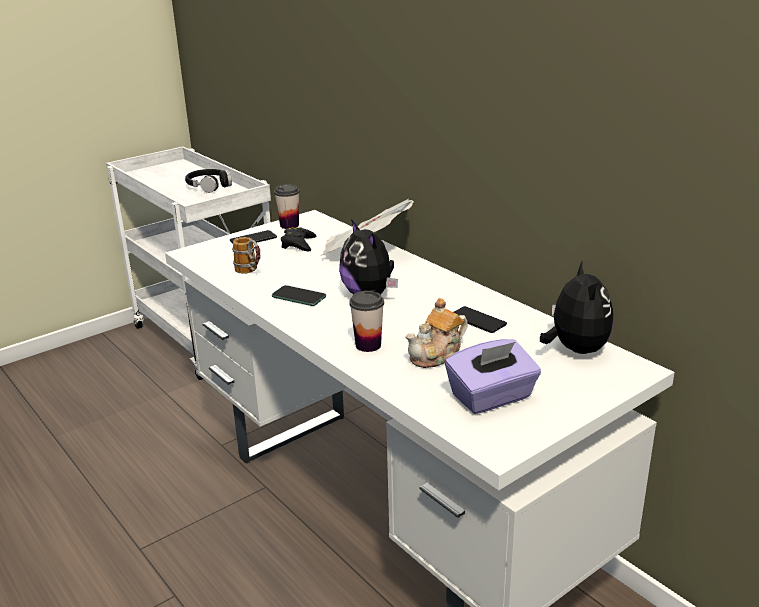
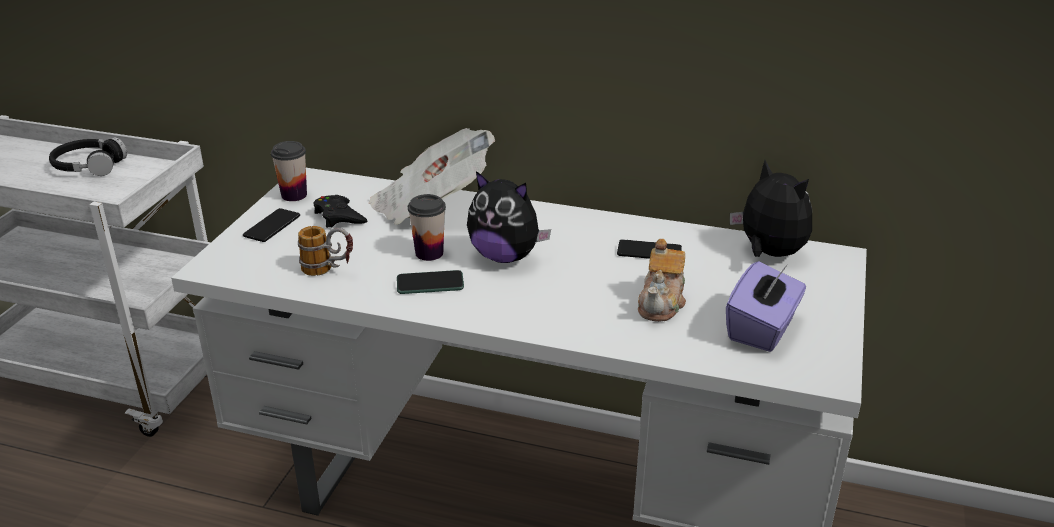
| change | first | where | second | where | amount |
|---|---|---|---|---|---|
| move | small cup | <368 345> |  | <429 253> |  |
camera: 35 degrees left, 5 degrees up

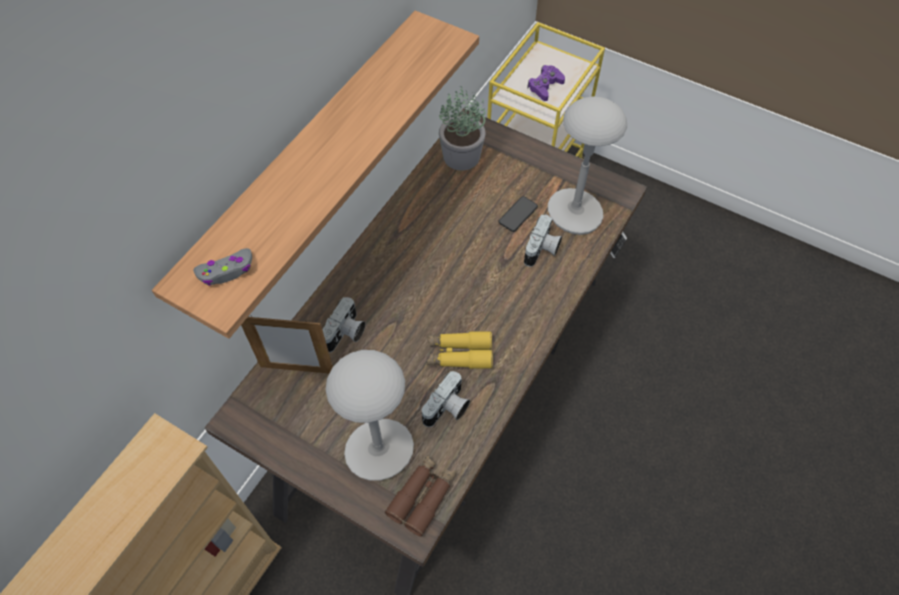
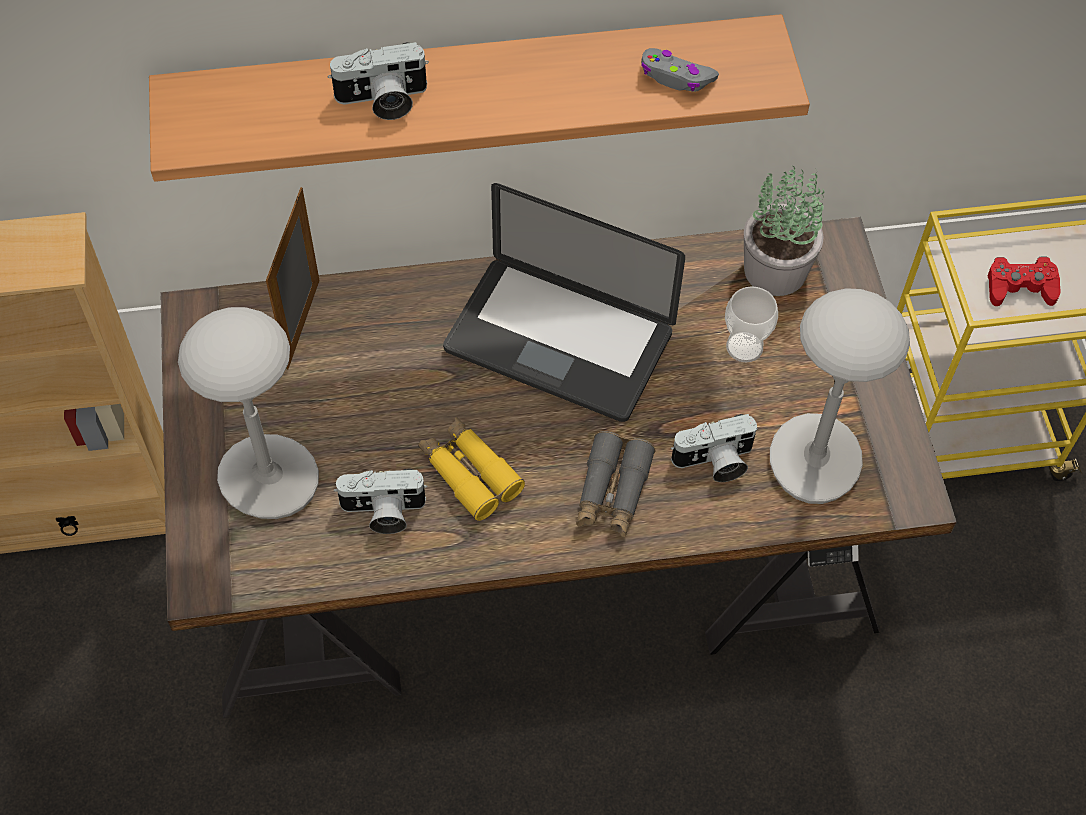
| change | first | where | second | where | amount |
|---|---|---|---|---|---|
| recolor | game controller (purple) | <545 86> | game controller (reddish) | <1019 287> |  |
| delete | telephone | <518 214> |  |  |  |
| move | game controller (greyish) | <226 271> |  | <676 77> |  |
| move | still camera | <346 334> |  | <382 101> |  |
| rotate | standing frame | <297 369> |  | <303 324> | 45 degrees clockwise |
| delete | pair of binoculars (brownish) | <423 496> |  |  |  |
| insert |  |  | portable computer | <558 341> |  |
| insert |  |  | small cup | <744 347> |  |
| insert |  |  | pair of binoculars (greyish) | <612 492> |  |
camera: 50 degrees right, 0 degrees up

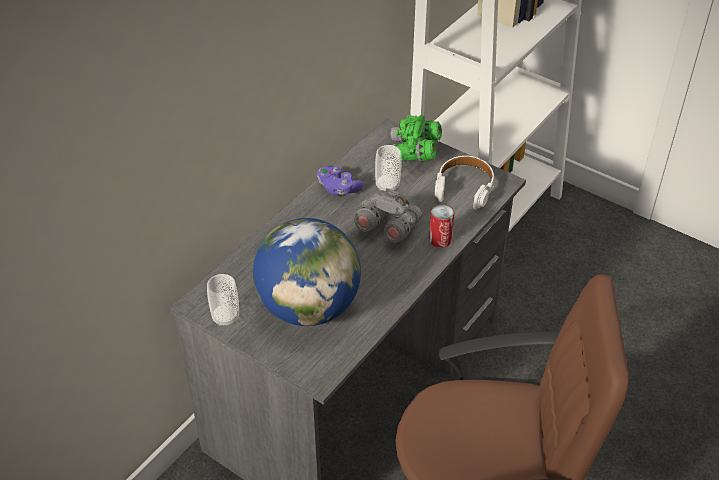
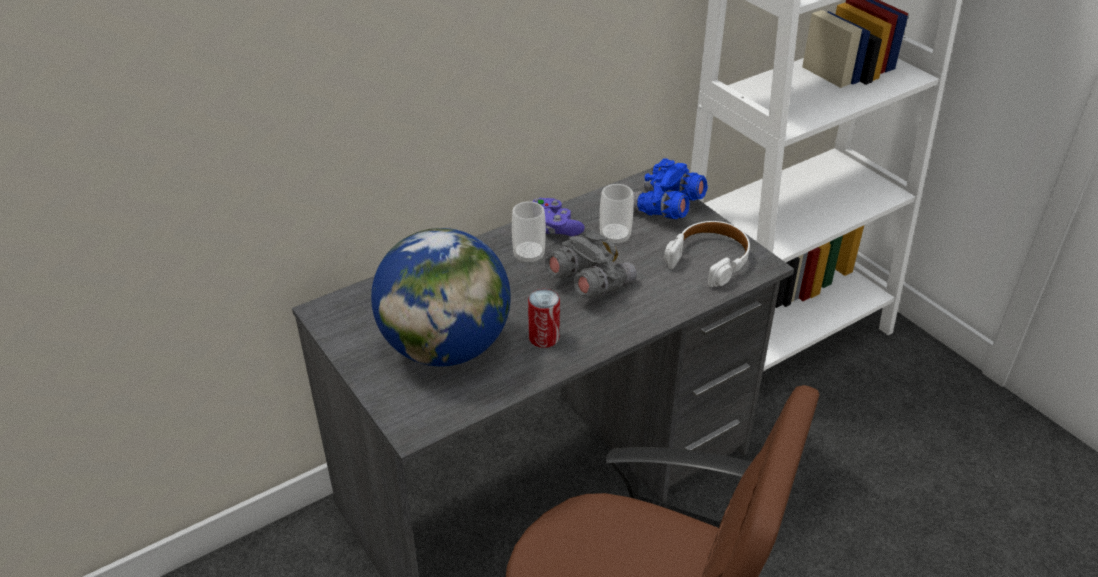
| change | first | where | second | where | amount |
|---|---|---|---|---|---|
| recolor | pair of binoculars (green) | <413 153> | pair of binoculars (bluish) | <665 209> |  |
| move | sealed can | <440 240> |  | <544 338> |  |
| move | small cup | <225 317> |  | <529 256> |  |
camera: 20 degrees right, 5 degrees down

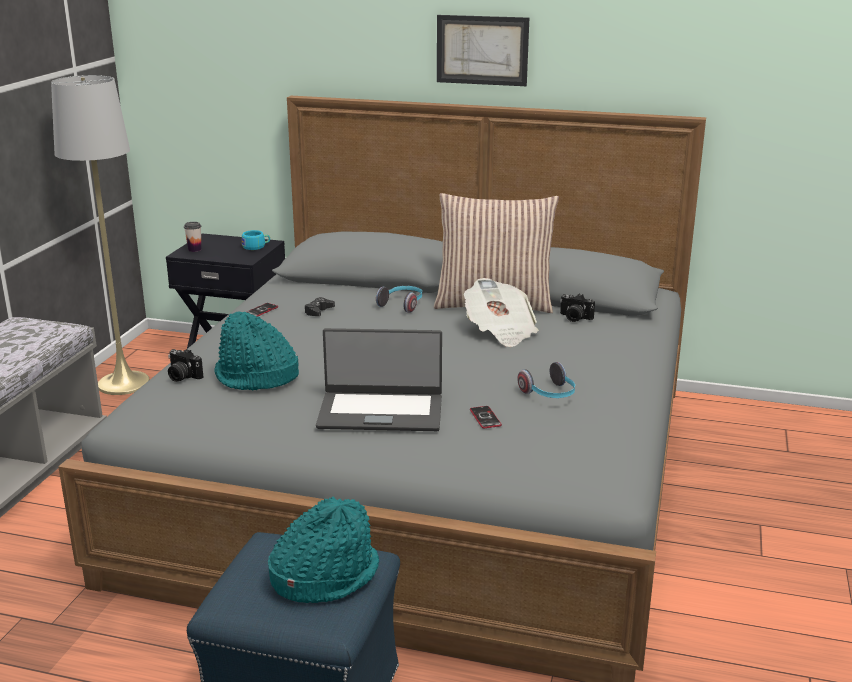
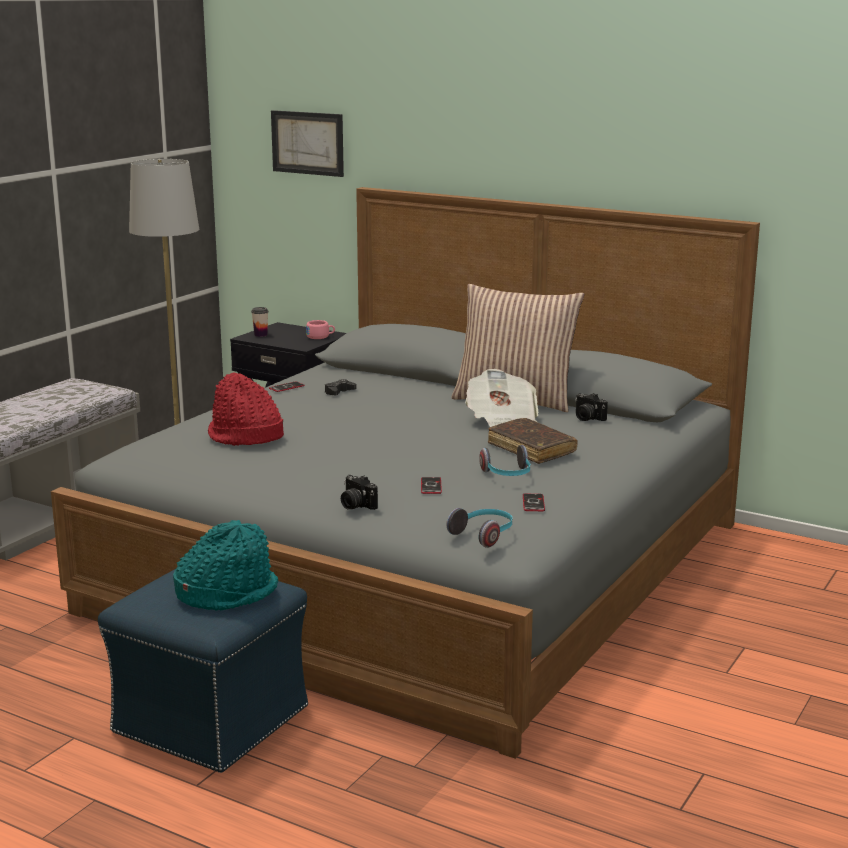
| change | first | where | second | where | amount |
|---|---|---|---|---|---|
| move | picture | <482 50> |  | <307 143> |  |
| recolor | small cup (turquoise) | <256 247> | small cup (pink) | <320 337> |  |
| move | pair of headphones | <402 305> |  | <484 535> |  |
| recolor | clothing hat (turquoise) | <256 377> | clothing hat (reddish) | <245 436> |  |
| delete | portable computer | <380 411> |  |  |  |
| move | still camera | <182 376> |  | <356 505> |  |
| insert |  |  | book (brownish) | <531 449> |  |
| insert |  |  | telephone | <533 503> |  |
camera: 15 degrees right, 5 degrees down

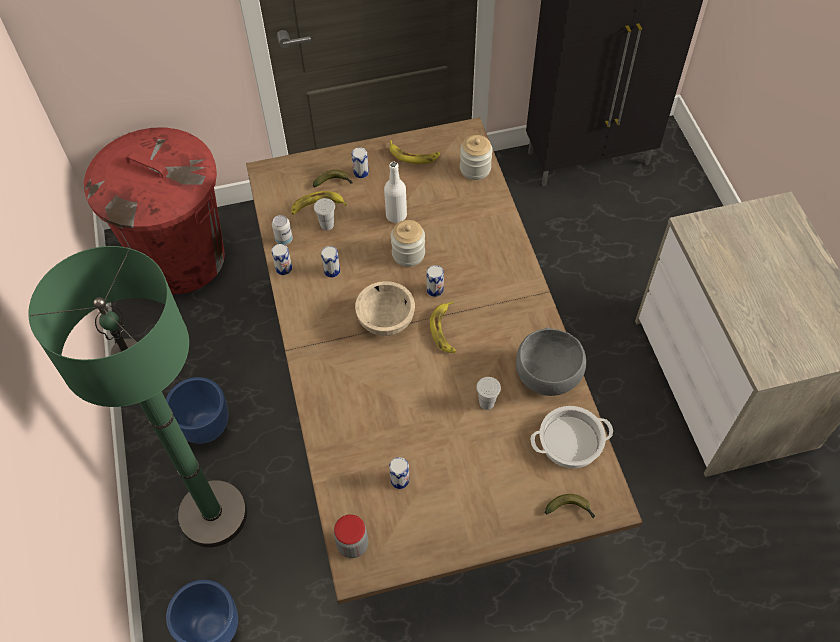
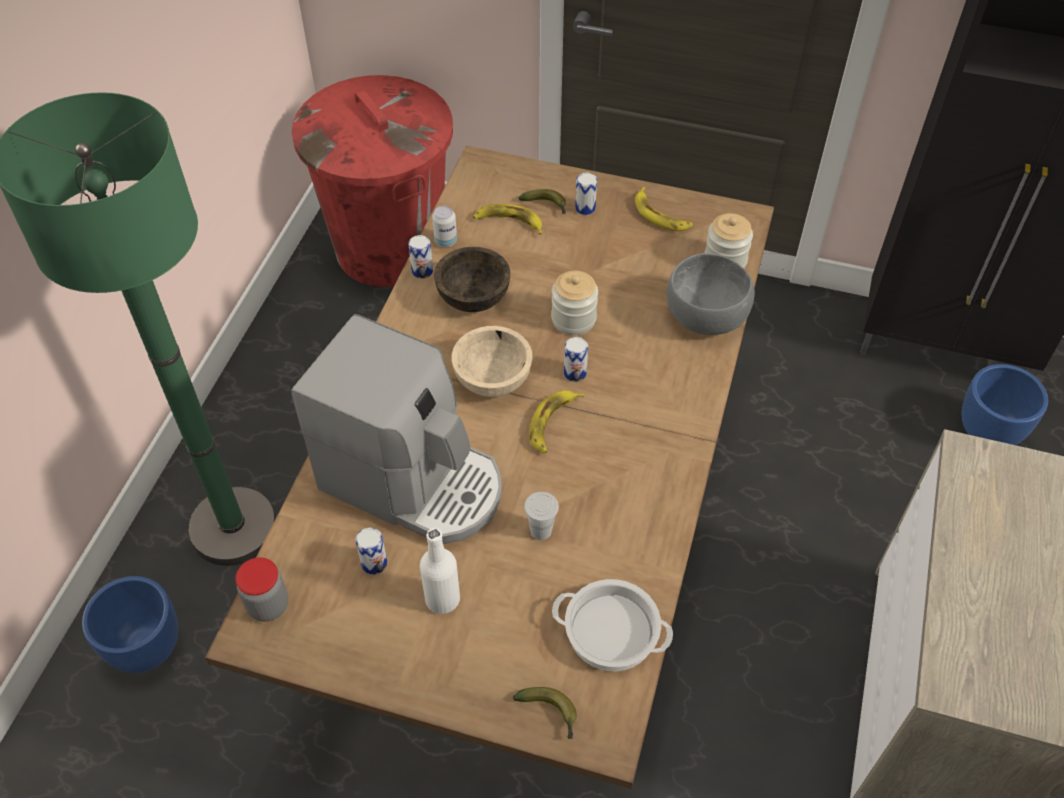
| change | first | where | second | where | amount |
|---|---|---|---|---|---|
| move | drink bottle (whitish) | <396 215> |  | <442 599> |  |
| delete | small cup (whitish) | <327 225> |  |  |  |
| replace | sealed can | <332 271> | bowl (brownish) | <473 297> |  |
| move | bowl (greyish) | <548 375> |  | <706 317> |  |
| move | planter (bluish) | <204 427> |  | <987 432> |  |
| insert |  |  | coffee brewer | <414 482> |  |
camera: 30 degrees right, 5 degrees down

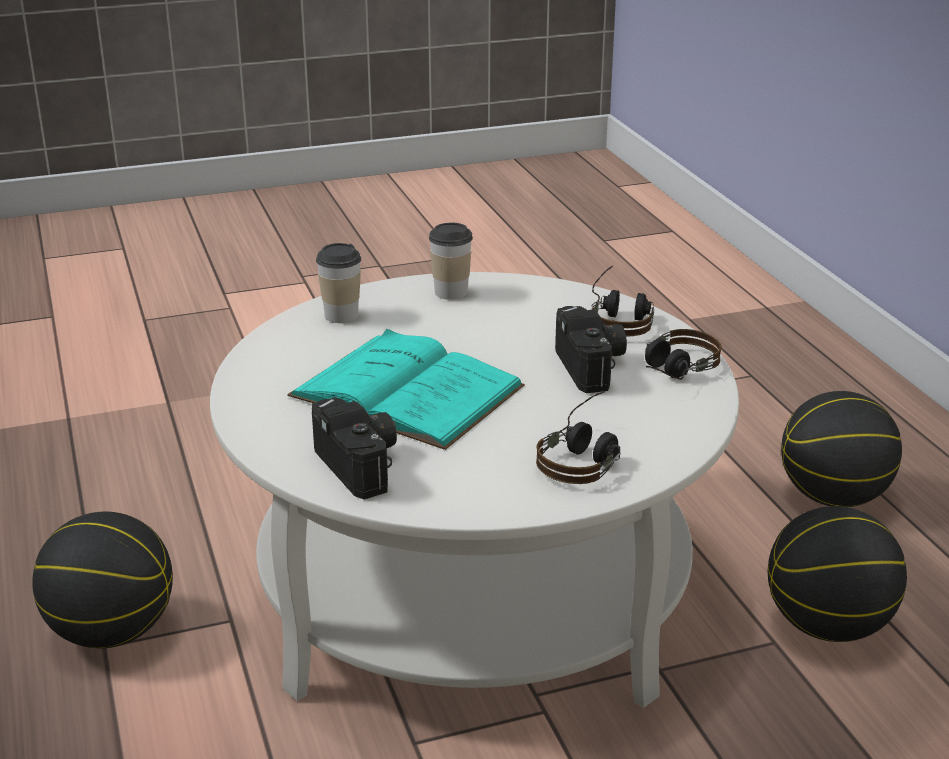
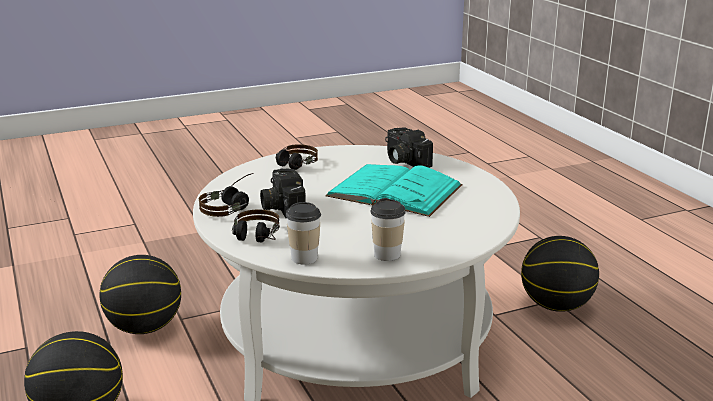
| change | first | where | second | where | amount |
|---|---|---|---|---|---|
| move | small cup | <341 315> |  | <304 258> |  |
camera: 175 degrees right, 5 degrees down

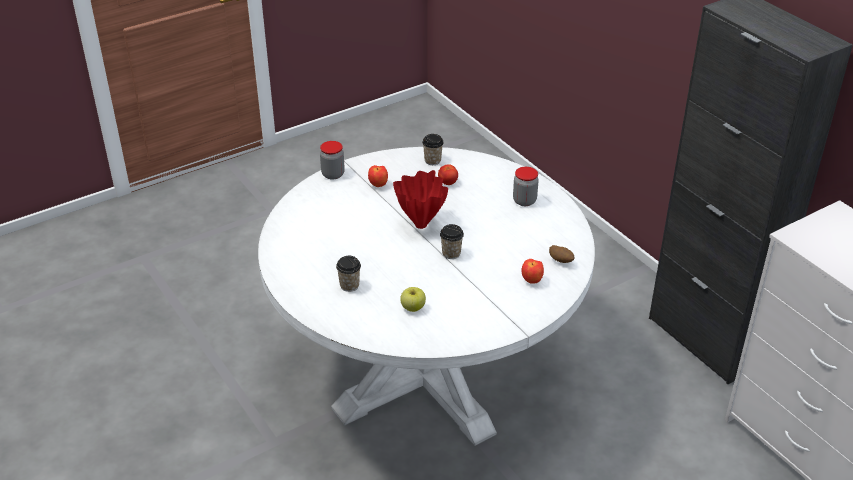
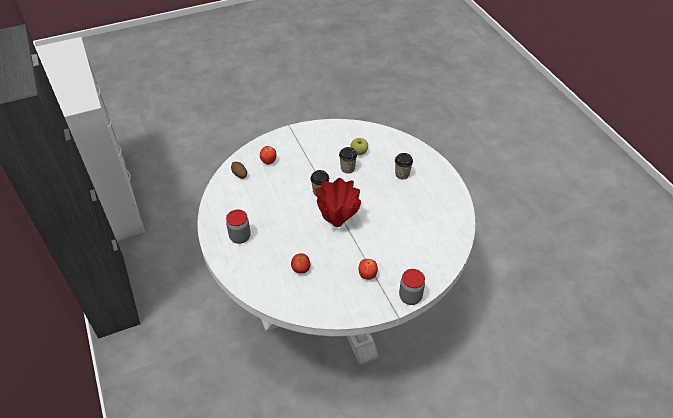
| change | first | where | second | where | amount |
|---|---|---|---|---|---|
| move | small cup | <432 161> |  | <347 168> |  |
camera: 170 degrees left, 10 degrees up

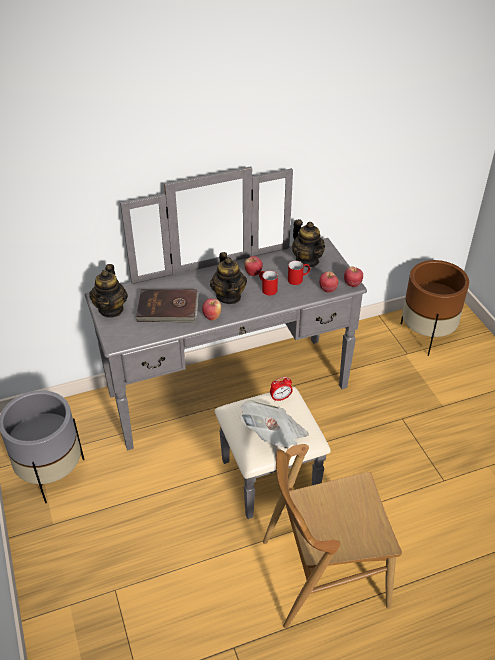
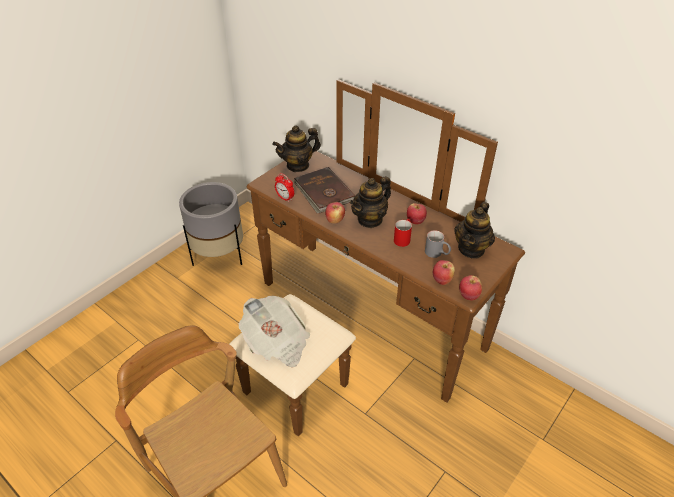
| change | first | where | second | where | amount |
|---|---|---|---|---|---|
| recolor | dresser (greyish) | <238 409> | dresser (brownish) | <355 330> |  |
| delete | planter (brownish) | <426 335> |  |  |  |
| recolor | tea mug (reddish) | <298 279> | tea mug (greyish) | <437 254> |  |
| move | bedside clock | <280 398> |  | <285 198> |  |
camera: 60 degrees right, 0 degrees up

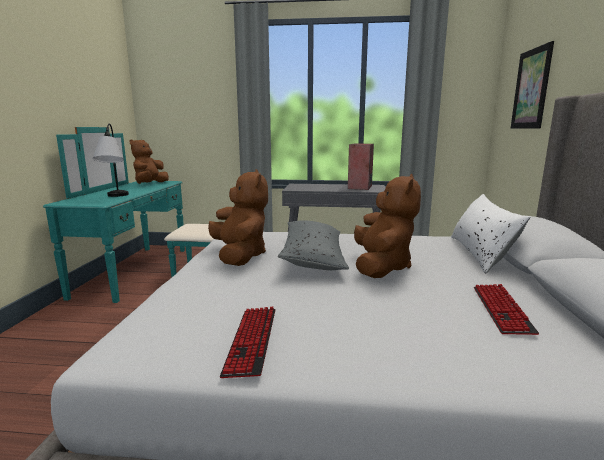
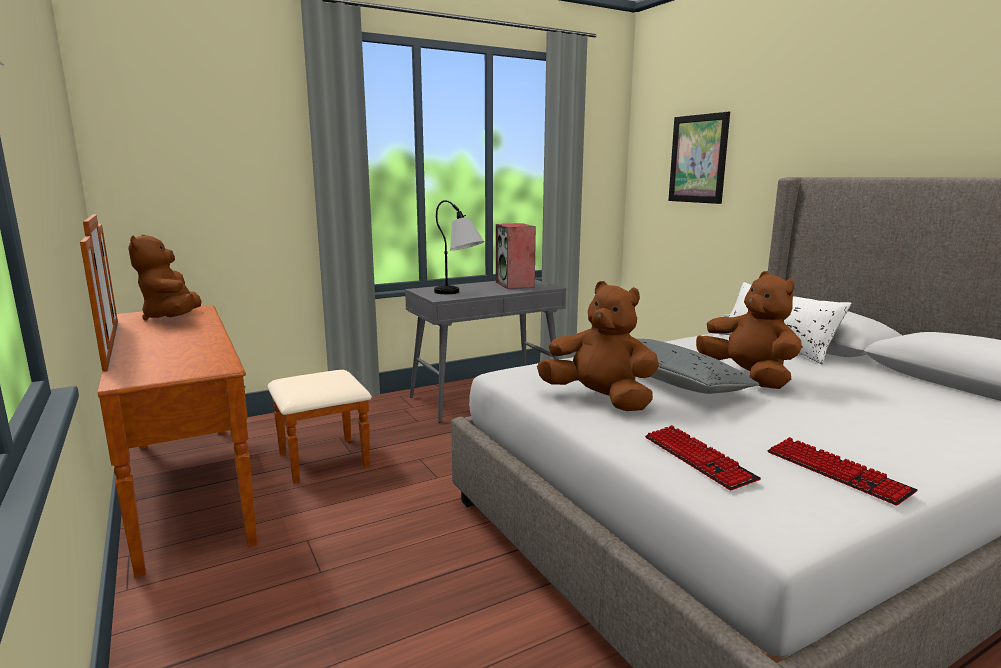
| change | first | where | second | where | amount |
|---|---|---|---|---|---|
| move | lamp for a table | <115 197> |  | <458 294> |  |
| recolor | dresser (turquoise) | <150 271> | dresser (brownish) | <223 480> |  |
| move | PC keyboard | <501 309> |  | <698 459> |  |
camera: 35 degrees left, 0 degrees up

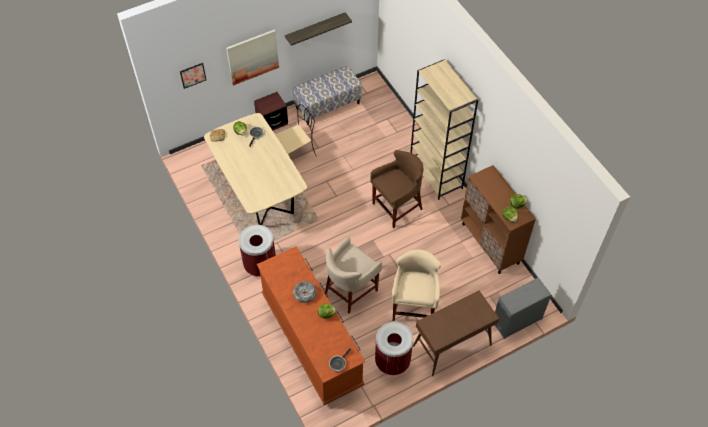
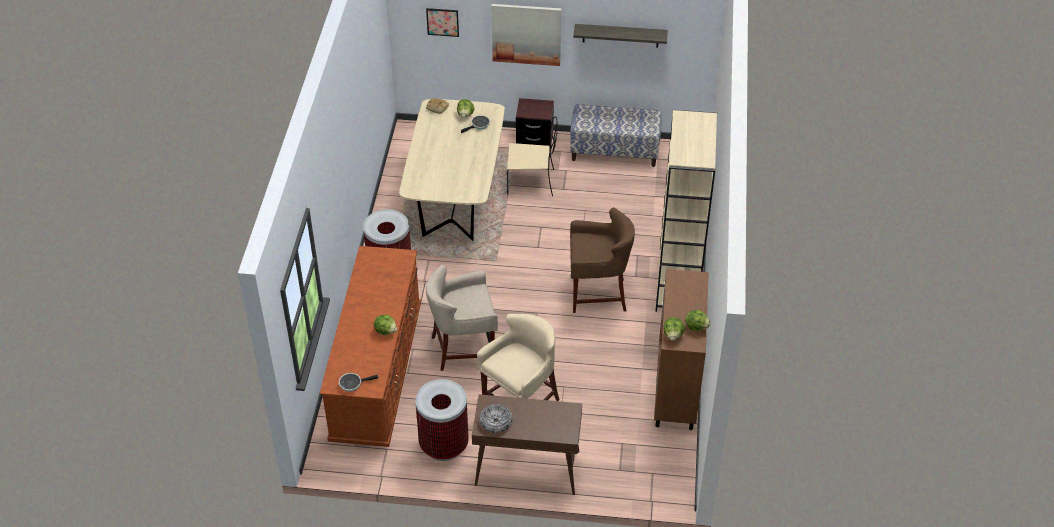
| change | first | where | second | where | amount |
|---|---|---|---|---|---|
| delete | dresser (greyish) | <516 320> |  |  |  |
| move | bowl | <305 293> |  | <495 422> |  |
camera: 35 degrees right, 10 degrees down

